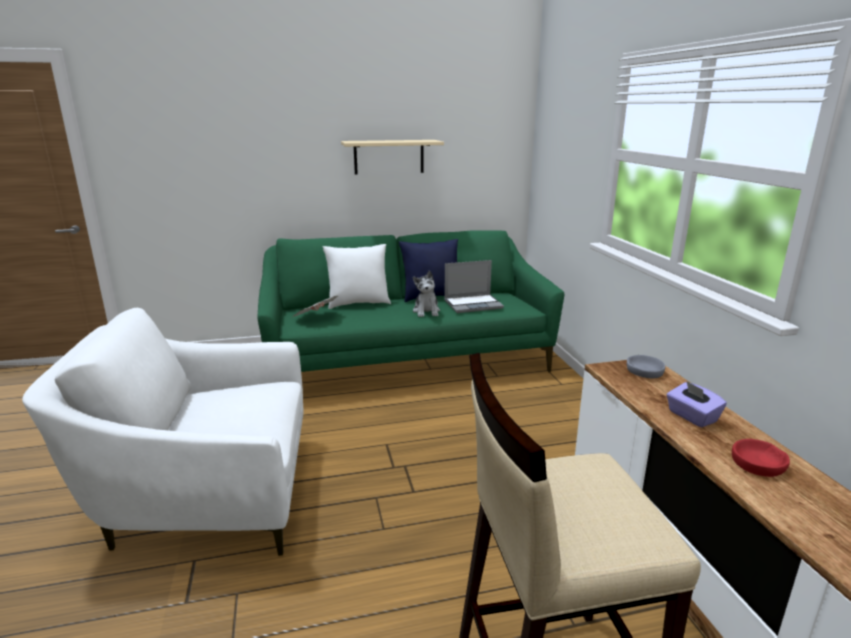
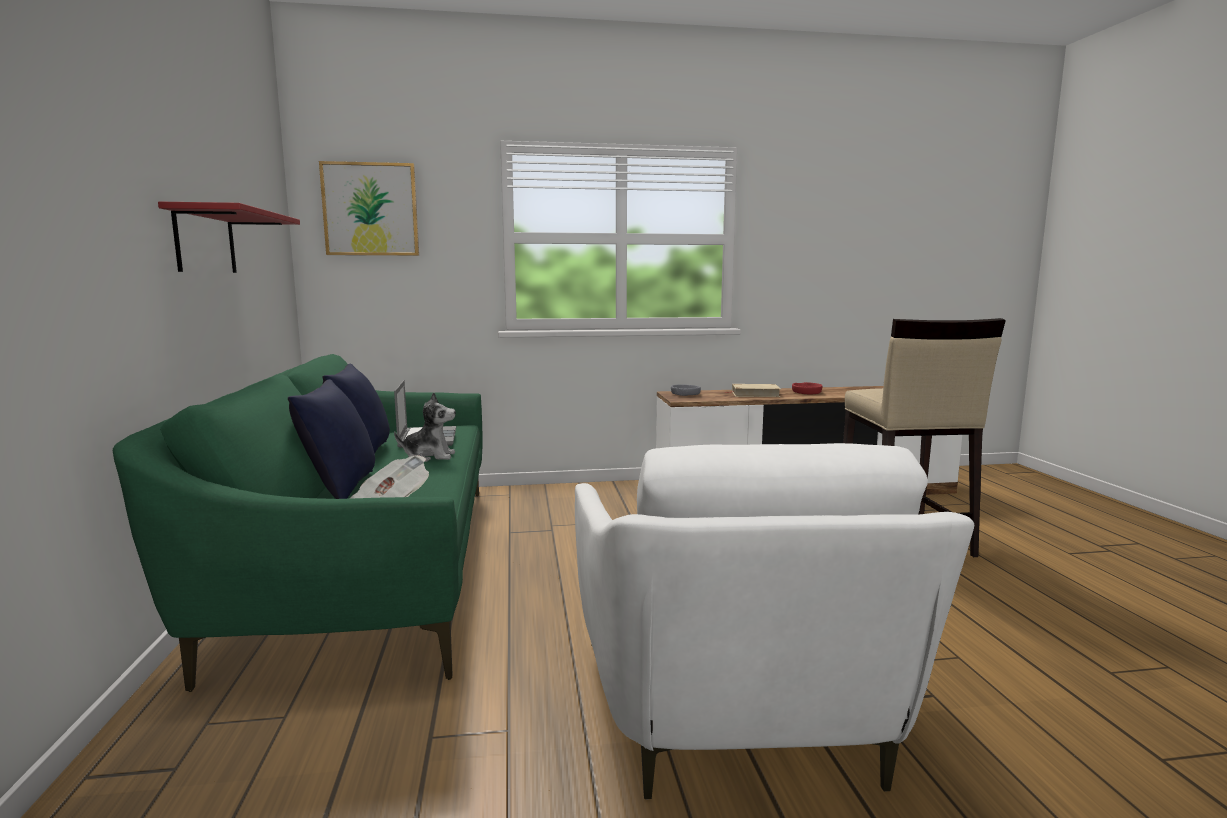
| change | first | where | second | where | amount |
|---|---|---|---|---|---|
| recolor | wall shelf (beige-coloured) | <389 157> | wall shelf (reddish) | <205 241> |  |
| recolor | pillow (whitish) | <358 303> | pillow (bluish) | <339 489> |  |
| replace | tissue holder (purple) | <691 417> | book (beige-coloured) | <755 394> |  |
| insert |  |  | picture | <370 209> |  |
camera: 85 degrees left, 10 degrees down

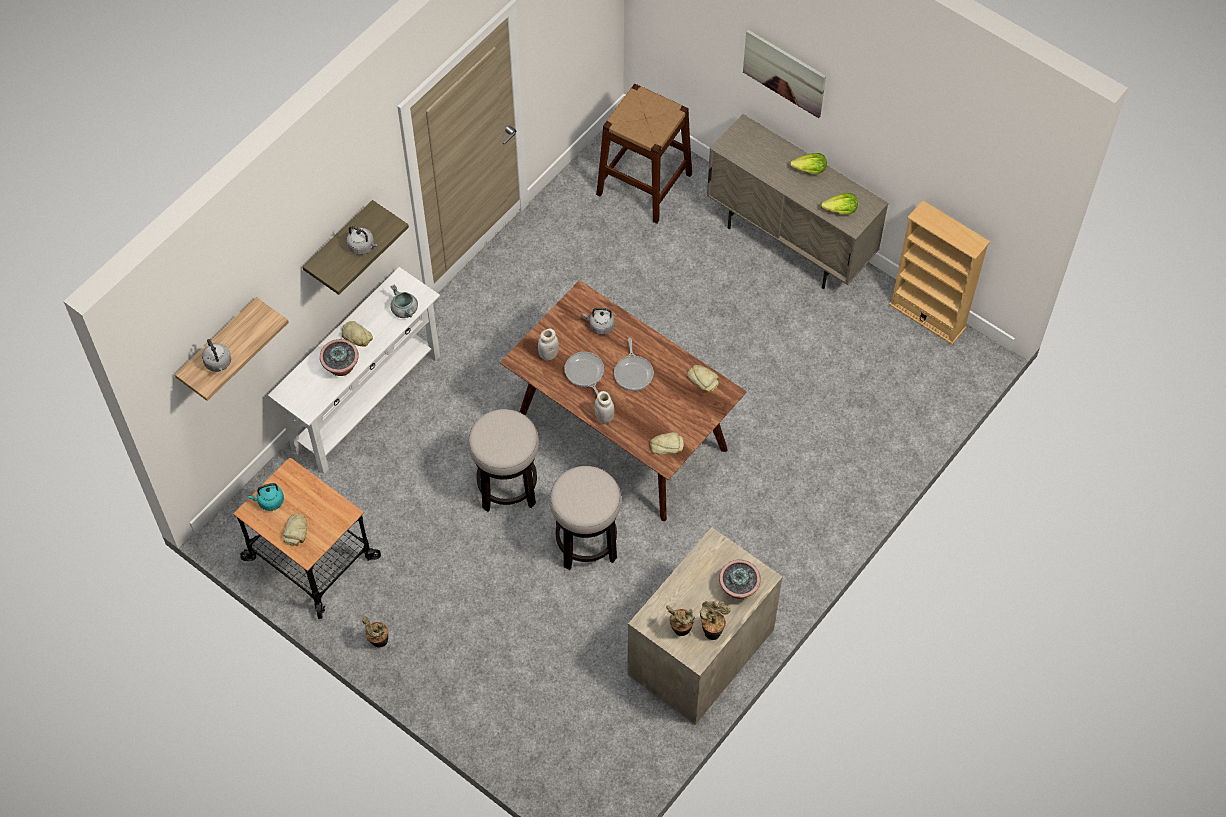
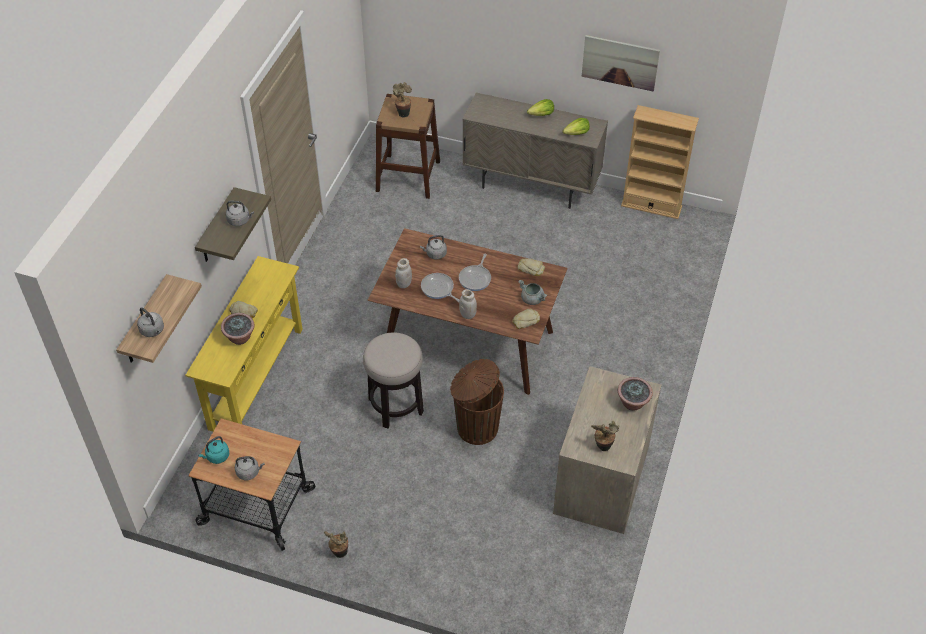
| change | first | where | second | where | amount |
|---|---|---|---|---|---|
| move | picture | <784 73> |  | <620 62> |  |
| recolor | console table (whitish) | <366 402> | console table (yellow) | <256 377> |  |
| move | cooking pot (greyish) | <405 310> |  | <532 299> |  |
| rotate | pan | <633 373> |  | <476 278> | 45 degrees clockwise |
| replace | sitting stool | <586 543> | waste bin (brownish) | <476 427> |  |
| replace | bread | <296 531> | kettle (greyish) | <249 472> |  |
| move | houseplant | <712 630> |  | <403 113> |  |
camera: 20 degrees left, 10 degrees down

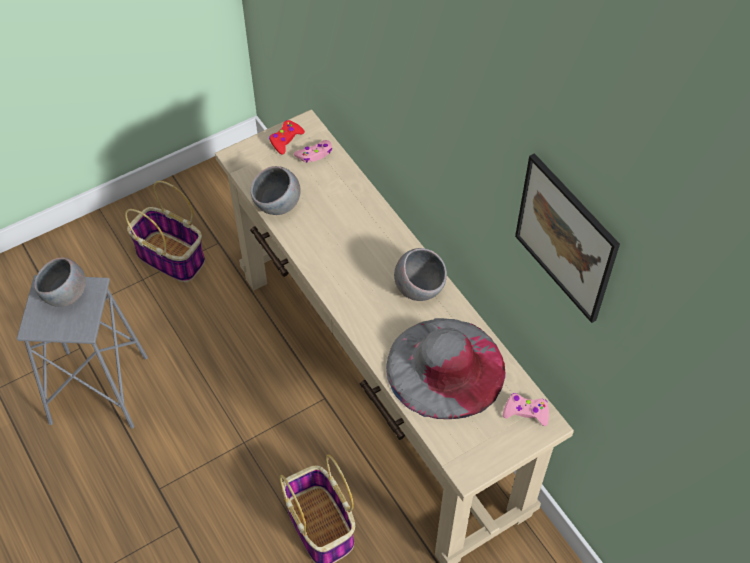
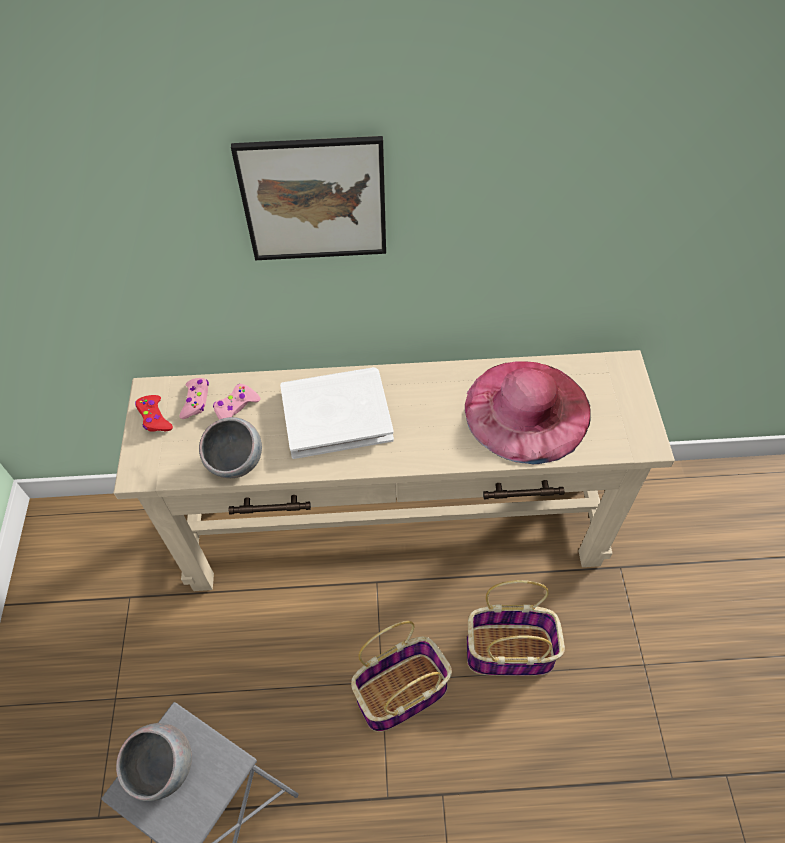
| change | first | where | second | where | amount |
|---|---|---|---|---|---|
| move | picture | <566 238> |  | <314 200> |  |
| move | storage basket | <172 257> |  | <402 691> |  |
| delete | bowl (greyish) | <419 288> |  |  |  |
| recolor | clothing hat (greyish) | <445 367> | clothing hat (pink) | <527 410> |  |
| move | game controller (pink) | <526 412> |  | <236 407> |  |
| insert |  |  | book (whitish) | <336 415> |  |
camera: 60 degrees left, 0 degrees up

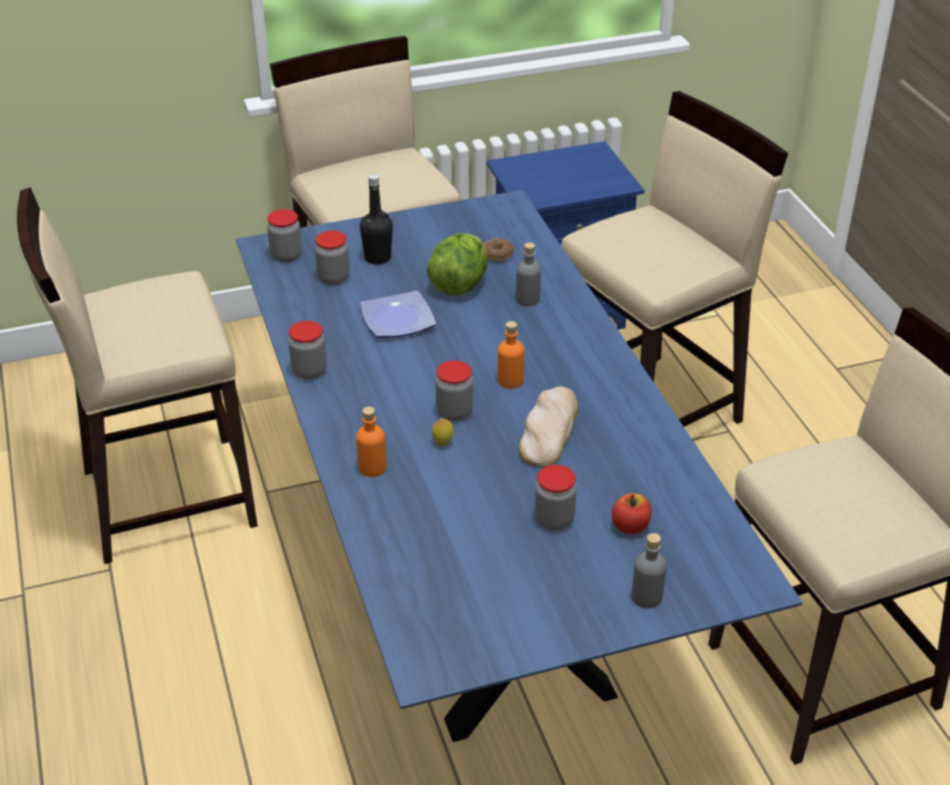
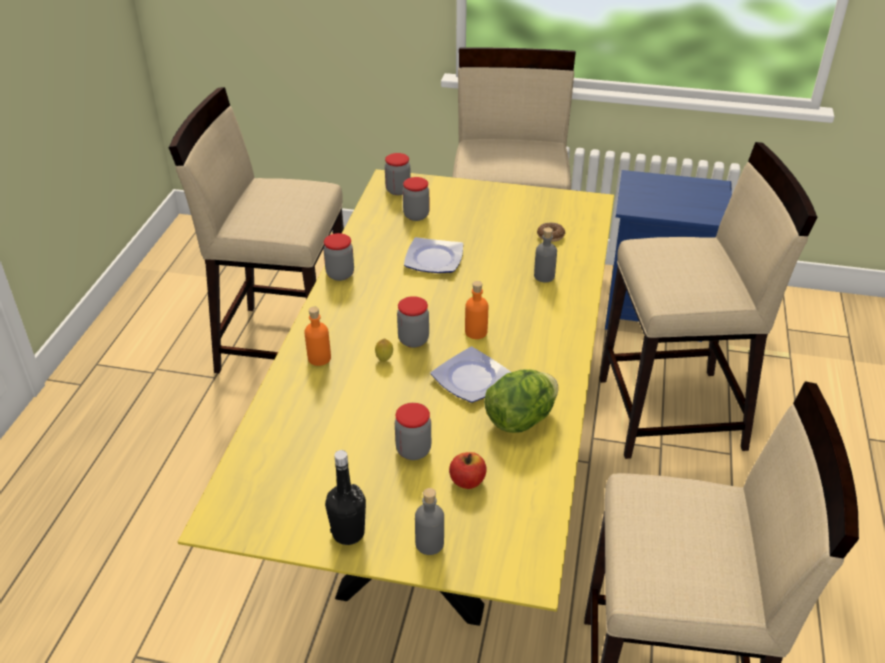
| change | first | where | second | where | amount |
|---|---|---|---|---|---|
| move | drink bottle (black) | <377 258> |  | <348 533> |  |
| recolor | kitchen table (bluish) | <475 578> | kitchen table (yellow) | <442 485> |  |
| move | head of lettuce | <459 285> |  | <520 419> |  |
| replace | bread | <549 430> | flat dish | <471 380> |  |
camera: 30 degrees right, 0 degrees up

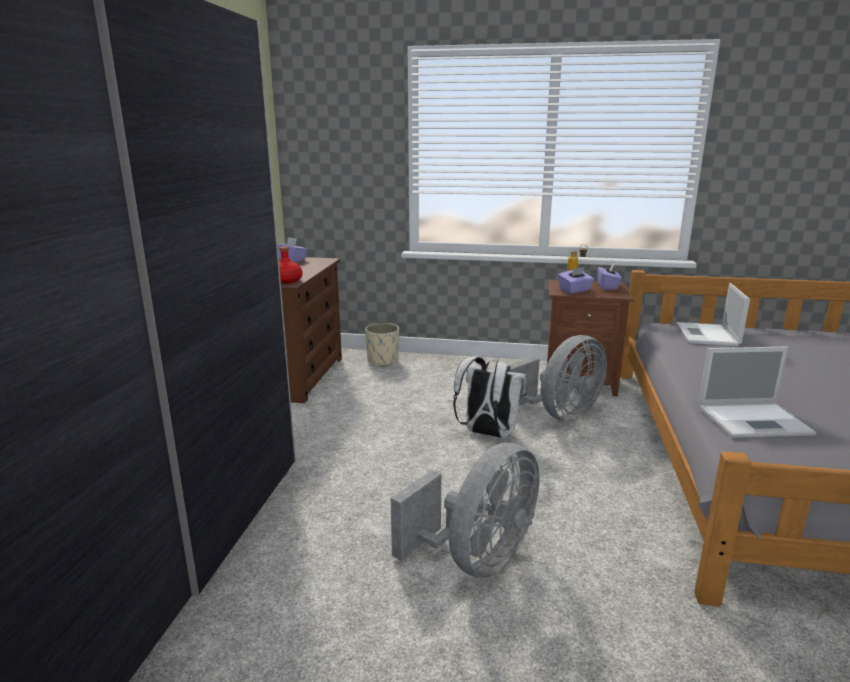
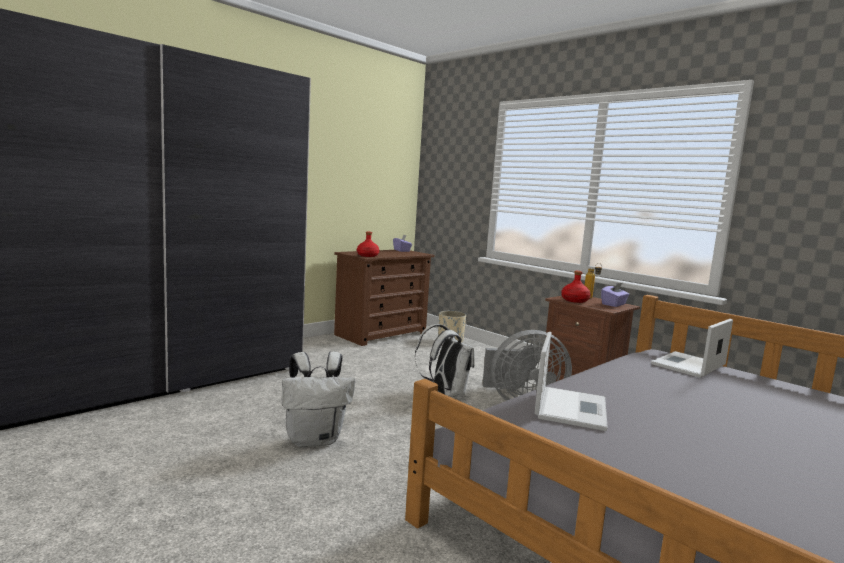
| change | first | where | second | where | amount |
|---|---|---|---|---|---|
| replace | tissue holder (purple) | <575 290> | drink bottle (reddish) | <575 300> |  |
| rotate | portable computer | <755 420> |  | <570 407> | 105 degrees counterclockwise |
| replace | cooling fan (greyish) | <477 559> | knapsack (whitish) | <315 439> |  |
camera: 35 degrees right, 10 degrees down

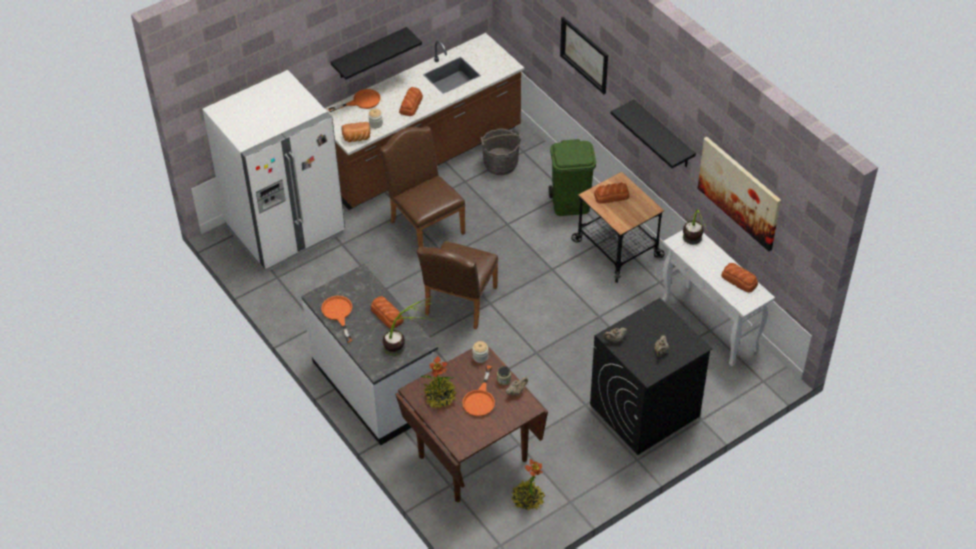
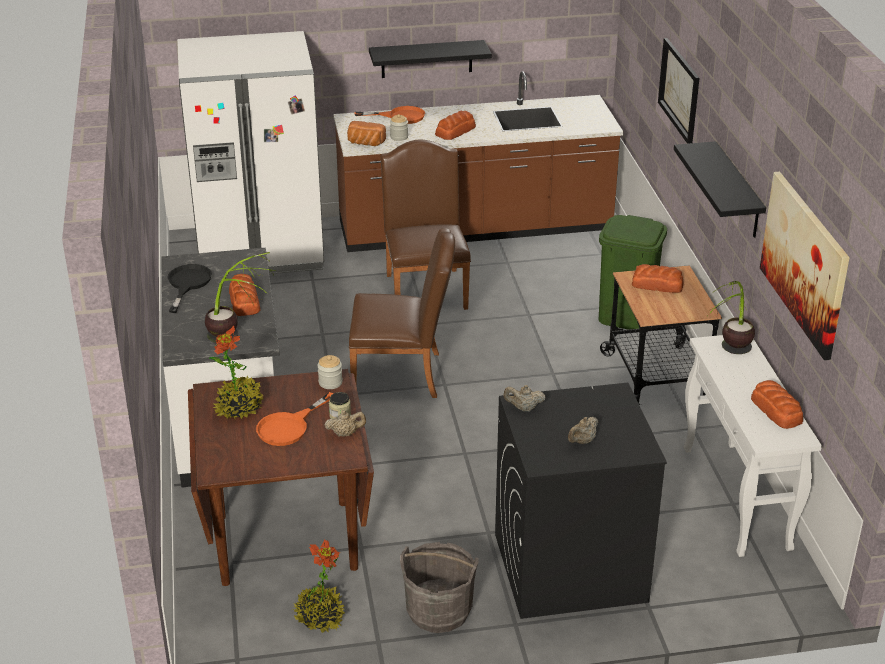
| change | first | where | second | where | amount |
|---|---|---|---|---|---|
| move | pail (greyish) | <500 164> |  | <438 611> |  |
| rotate | chair (brownish) | <459 304> |  | <403 374> | 135 degrees counterclockwise |
| recolor | pan (orange) | <338 314> | pan (black) | <187 284> |  |
camera: 25 degrees right, 15 degrees down

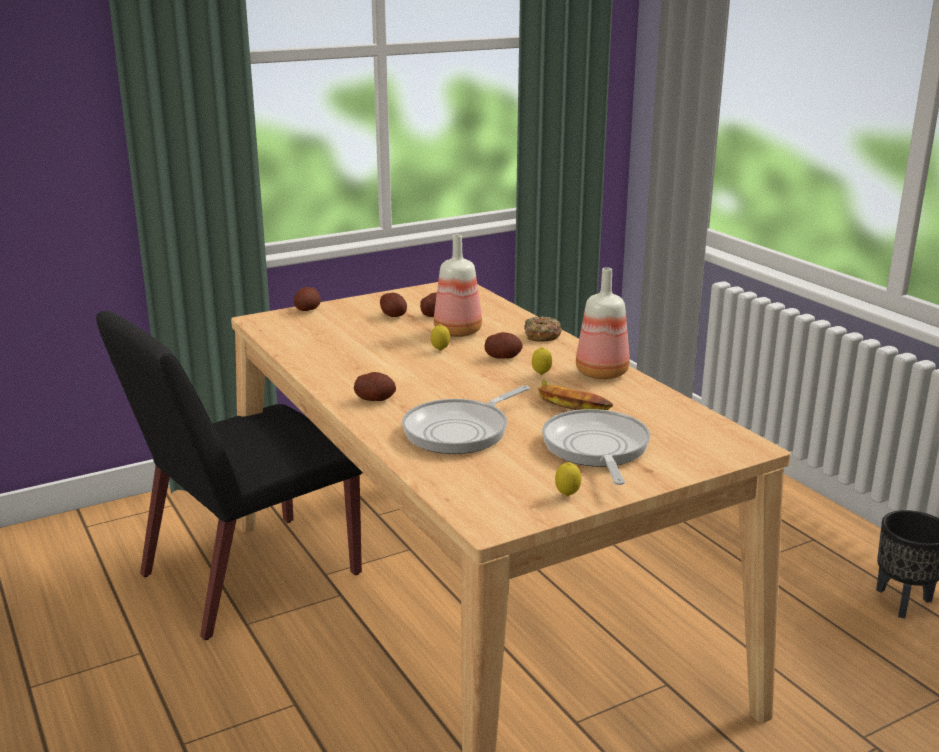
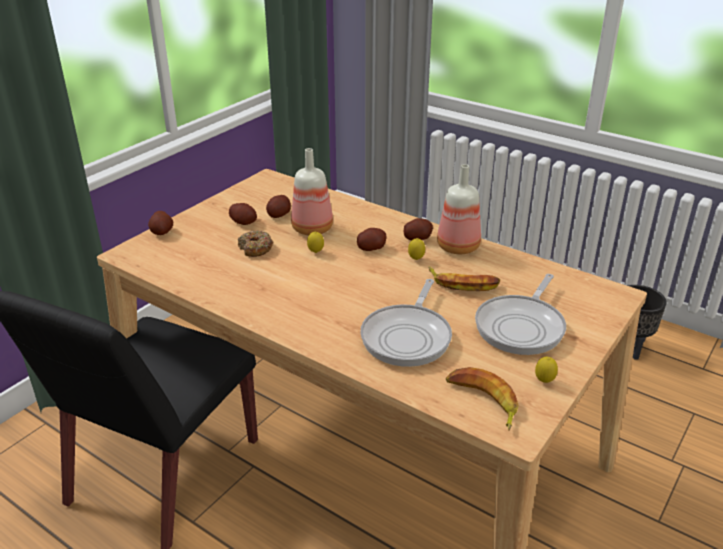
| change | first | where | second | where | amount |
|---|---|---|---|---|---|
| move | doughnut | <541 336> |  | <255 249> |  |
| move | potato | <375 399> |  | <417 238> |  |
| rotate | pan | <596 449> |  | <522 326> | 120 degrees counterclockwise |
| insert |  |  | banana fruit | <482 401> |  |
camera: 25 degrees left, 10 degrees up

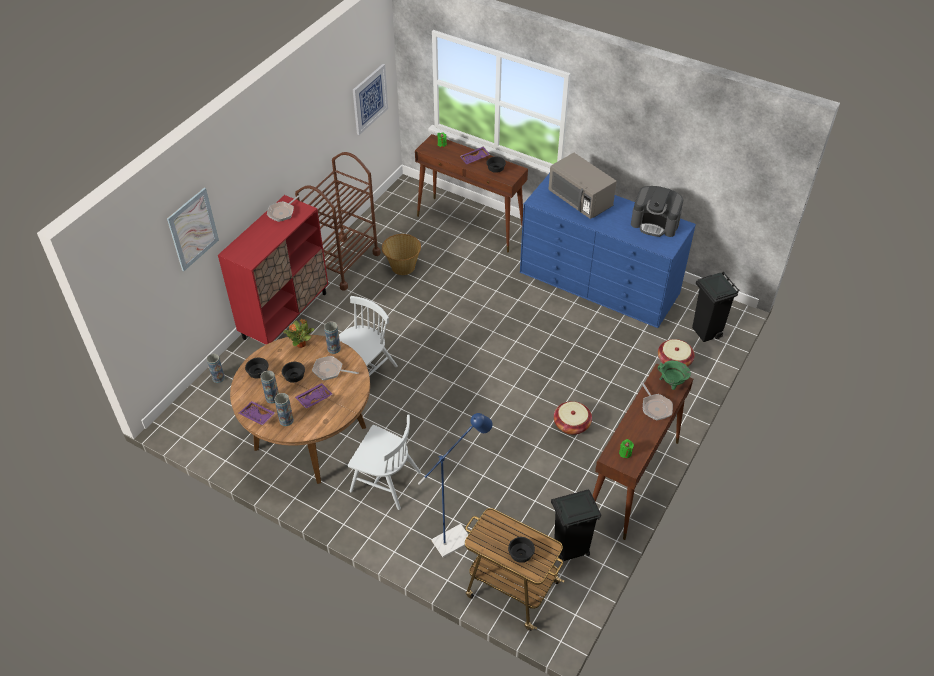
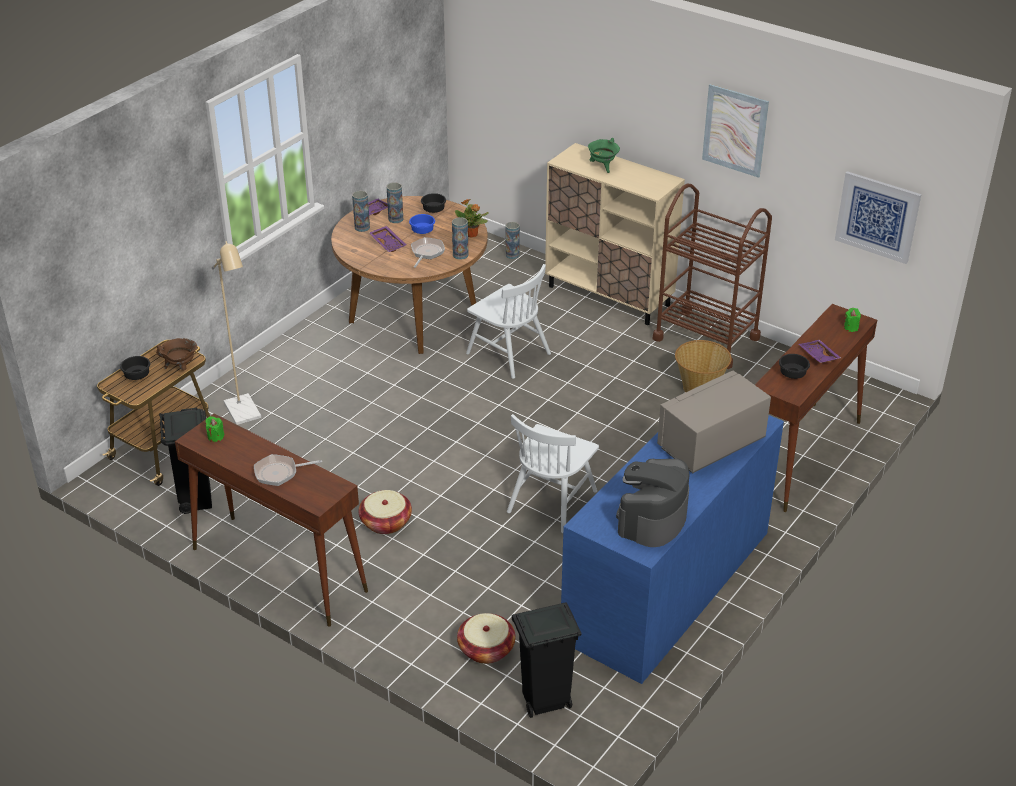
| change | first | where | second | where | amount |
|---|---|---|---|---|---|
| move | picture | <193 229> |  | <735 130> |  |
| recolor | cabinet (reddish) | <285 315> | cabinet (beige-coloured) | <609 296> |  |
| delete | pan | <282 212> |  |  |  |
| move | cooking pot (green) | <671 383> |  | <603 167> |  |
| recolor | bowl (black) | <295 376> | bowl (bluish) | <423 231> |  |
| recolor | floor lamp (bluish) | <458 537> | floor lamp (beige-coloured) | <245 415> |  |
| move | chair (whitish) | <385 481> |  | <552 501> |  |
| insert |  |  | cooking pot (brownish) | <181 368> |  |
camera: 95 degrees right, 10 degrees down

